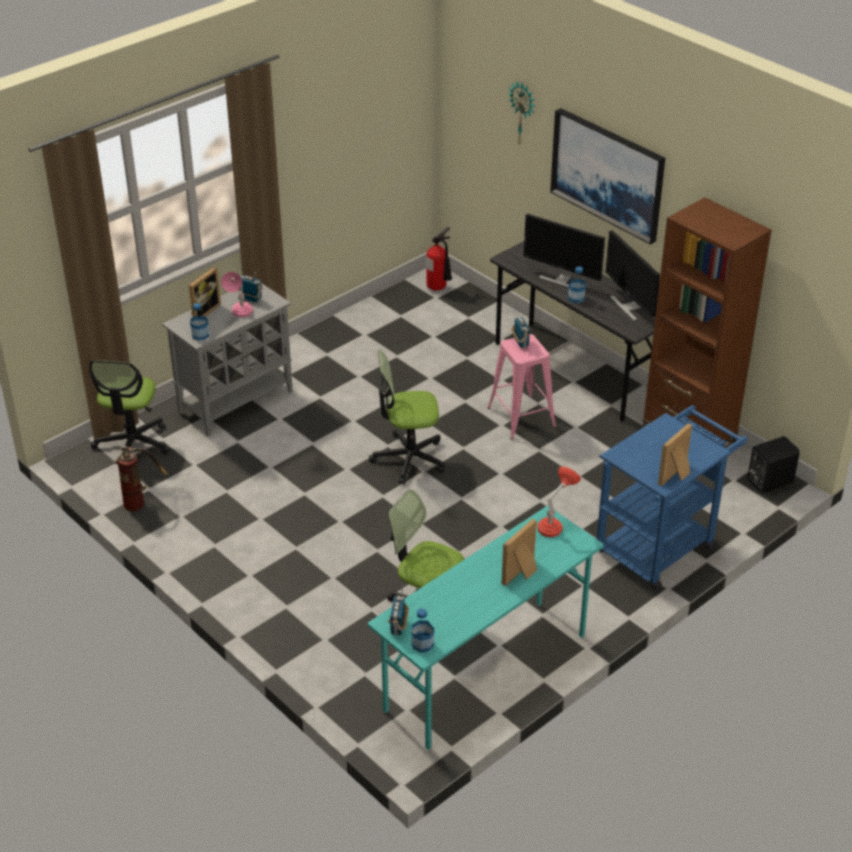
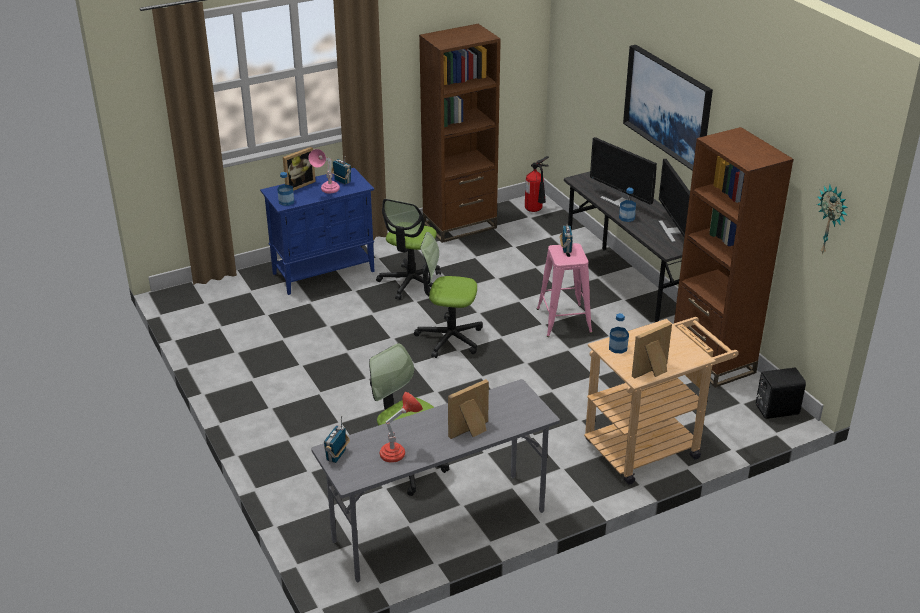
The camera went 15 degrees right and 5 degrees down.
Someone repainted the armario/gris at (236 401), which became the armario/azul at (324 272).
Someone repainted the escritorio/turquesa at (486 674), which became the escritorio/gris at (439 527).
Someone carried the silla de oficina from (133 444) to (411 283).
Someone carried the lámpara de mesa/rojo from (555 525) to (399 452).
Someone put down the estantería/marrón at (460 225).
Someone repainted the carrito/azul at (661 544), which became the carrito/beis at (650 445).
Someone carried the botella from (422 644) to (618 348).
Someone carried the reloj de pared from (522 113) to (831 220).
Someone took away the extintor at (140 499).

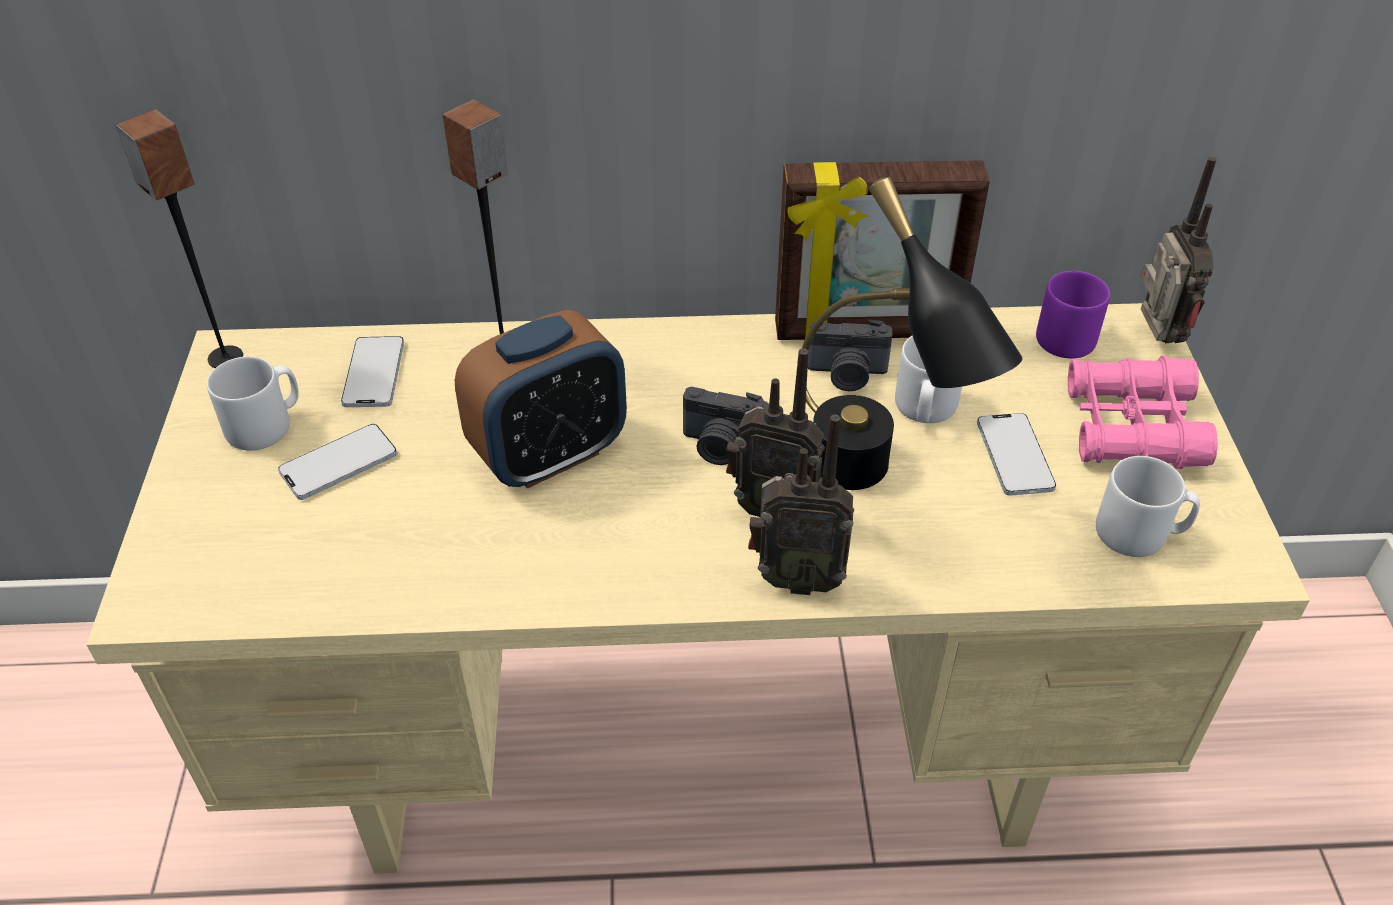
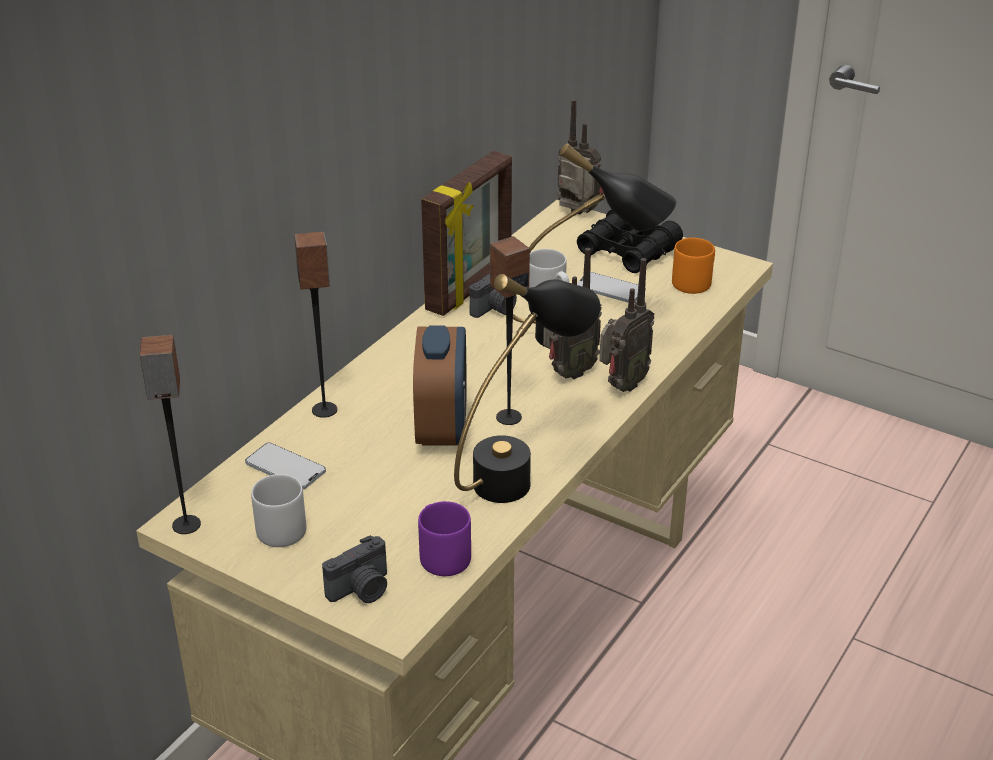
The camera went 55 degrees left and 10 degrees down.
Someone carried the cámara from (721 446) to (362 590).
Someone carried the taza grande/morado from (1068 335) to (442 555).
Someone put down the lámpara de mesa/negro at (522 471).
Someone put down the altavoz at (508 417).
Someone repainted the prismáticos/rosa at (1132 427), which became the prismáticos/negro at (628 251).
Someone repainted the taza grande/gris at (1140 534), which became the taza grande/naranja at (695 282).
Someone took away the móvil at (338 463).

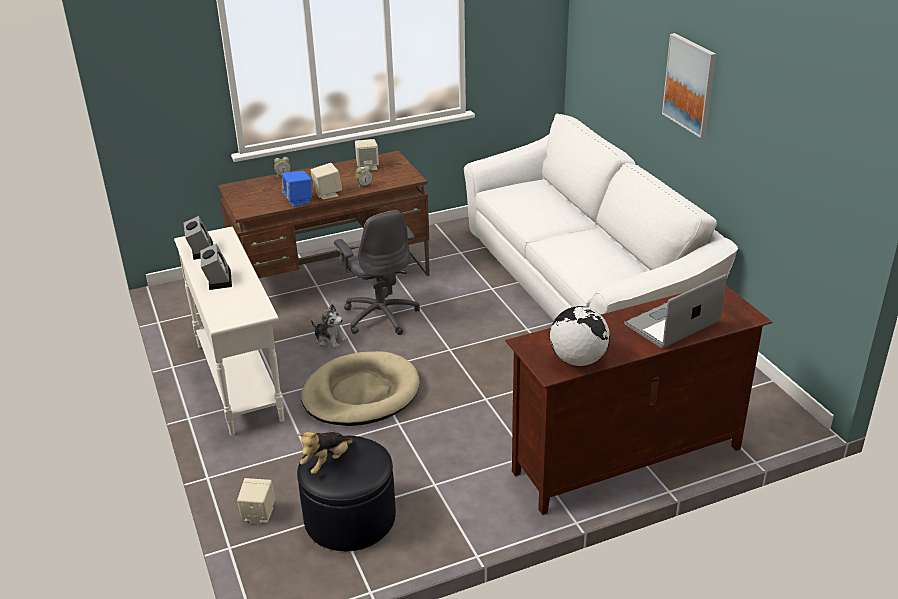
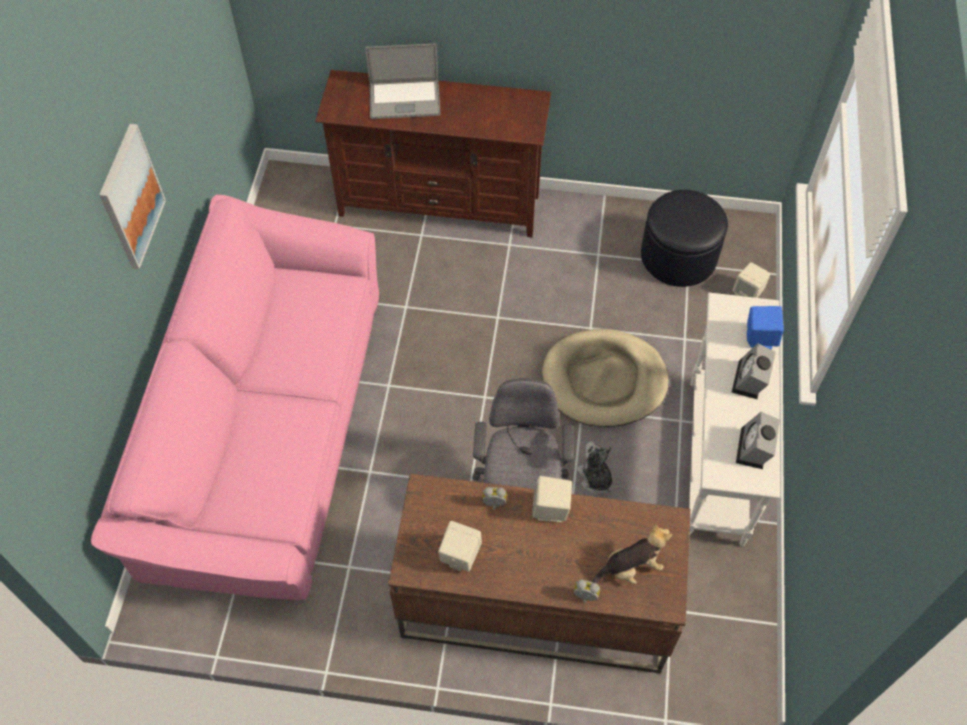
The camera went 150 degrees left and 25 degrees up.
Someone repainted the sofá/blanco at (581 281), which became the sofá/rosa at (267 429).
Someone carried the peluche from (327 462) to (631 568).
Someone carried the altavoz/azul from (299 201) to (759 338).
Someone took away the globo terráqueo at (578 360).

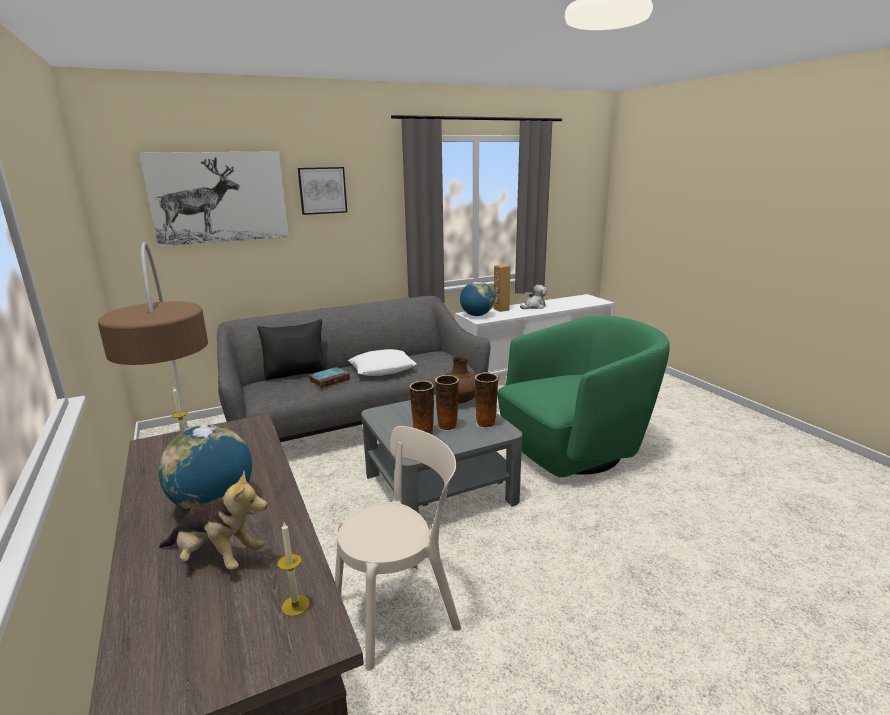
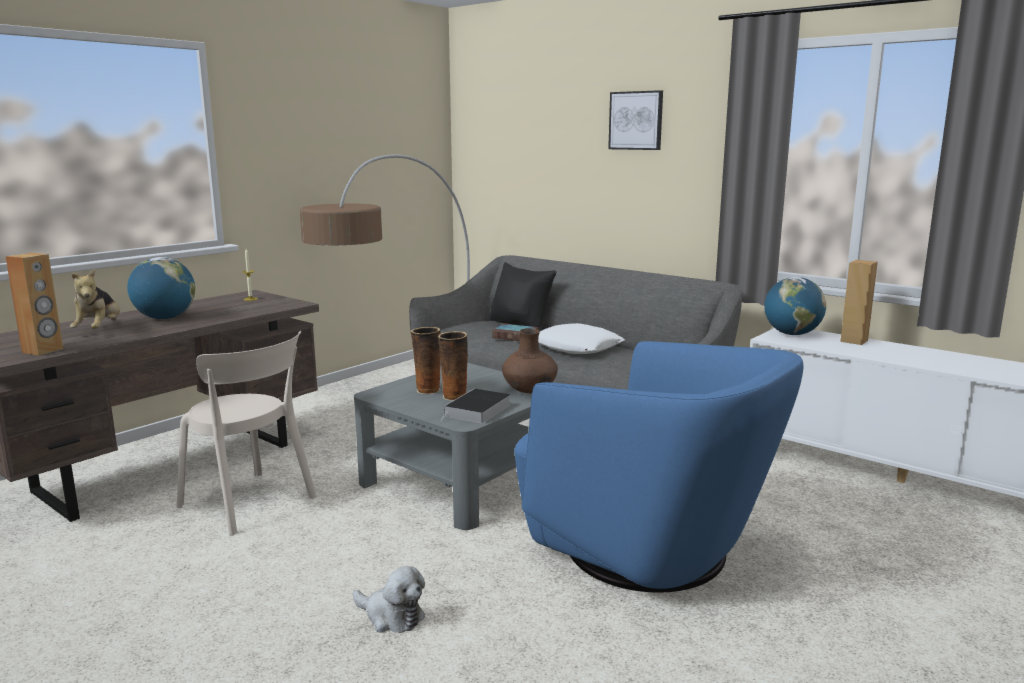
The camera went 65 degrees right and 5 degrees down.
Someone swapped the vela at (295 605) for the altavoz/marrón at (43 351).
Someone carried the peluche from (534 307) to (391 616).
Someone swapped the florero at (486 424) for the libro at (477 411).
Someone repainted the sillón/verde at (575 450), which became the sillón/azul at (648 551).
Someone took away the cuadro at (219 197).

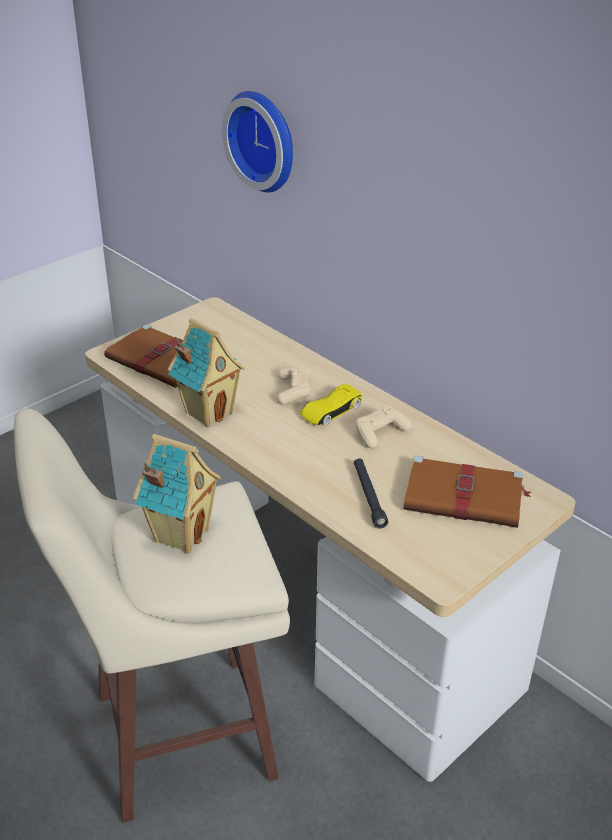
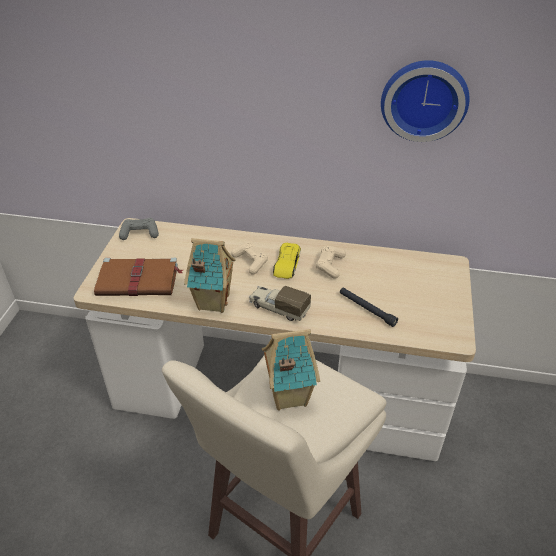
The camera went 35 degrees left and 5 degrees up.
Someone put down the mando de consola/gris at (139 233).
Someone put down the camión de juguete at (278 308).
Someone carried the reloj de pared from (264 140) to (424 99).
Someone took away the libro/marrón at (465 497).

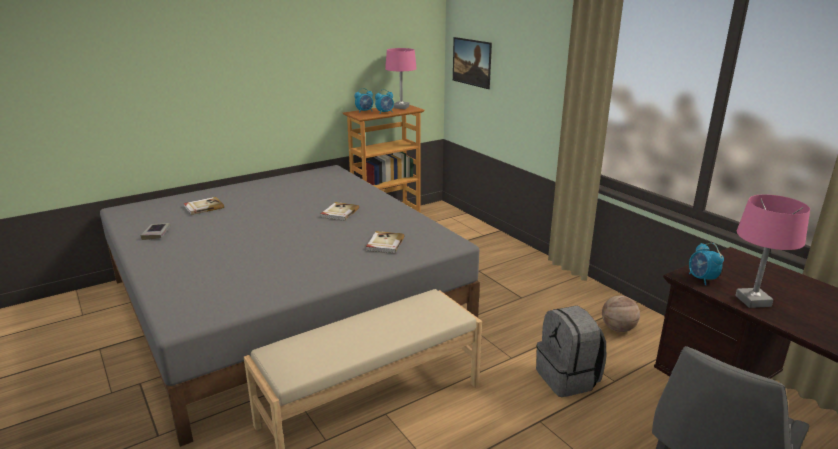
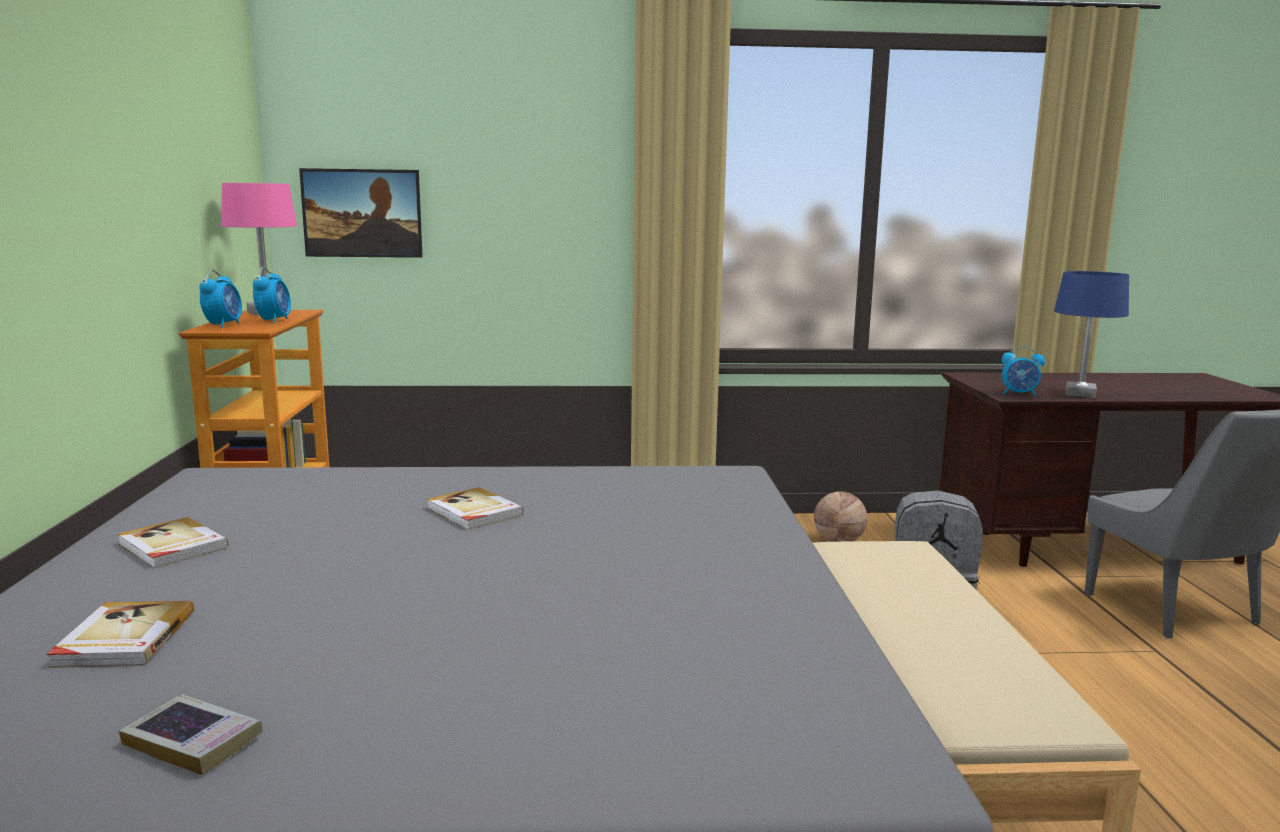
The camera went 60 degrees left and 10 degrees down.
Someone carried the libro from (384 244) to (172 546).
Someone repainted the lámpara de mesa/rosa at (752 301), which became the lámpara de mesa/azul at (1079 394).

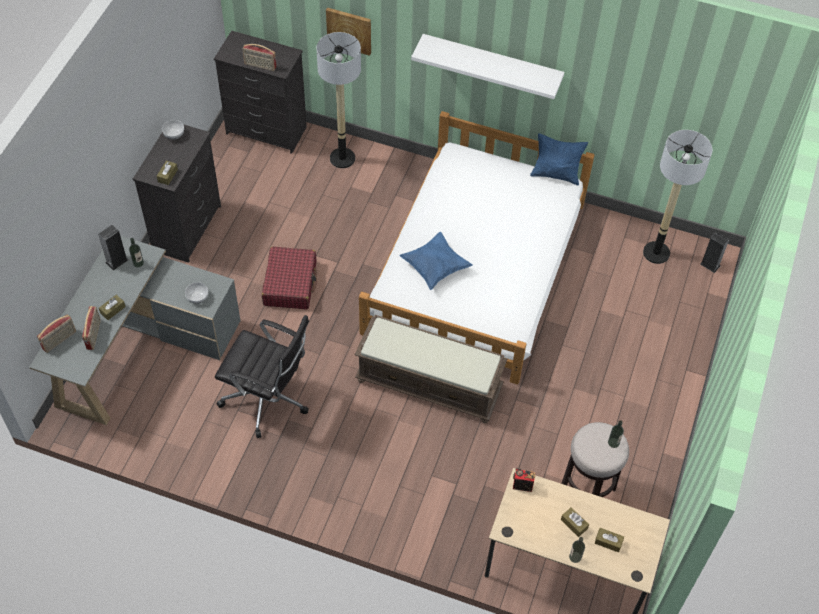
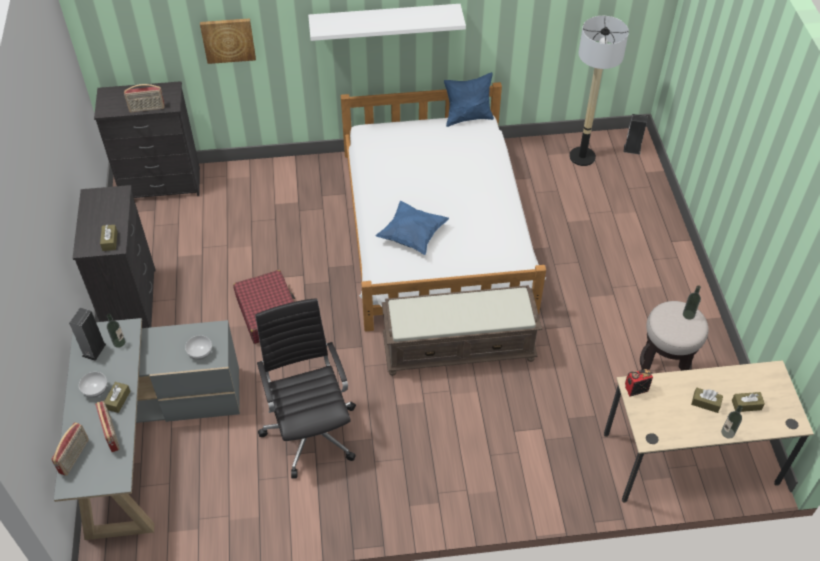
The camera went 25 degrees left and 5 degrees down.
Someone carried the cuenco from (174 134) to (96 389).
Someone rotated the silla de oficina/negro at (268 398) by 105 degrees counterclockwise.
Someone took away the lámpara de pie at (342 158).

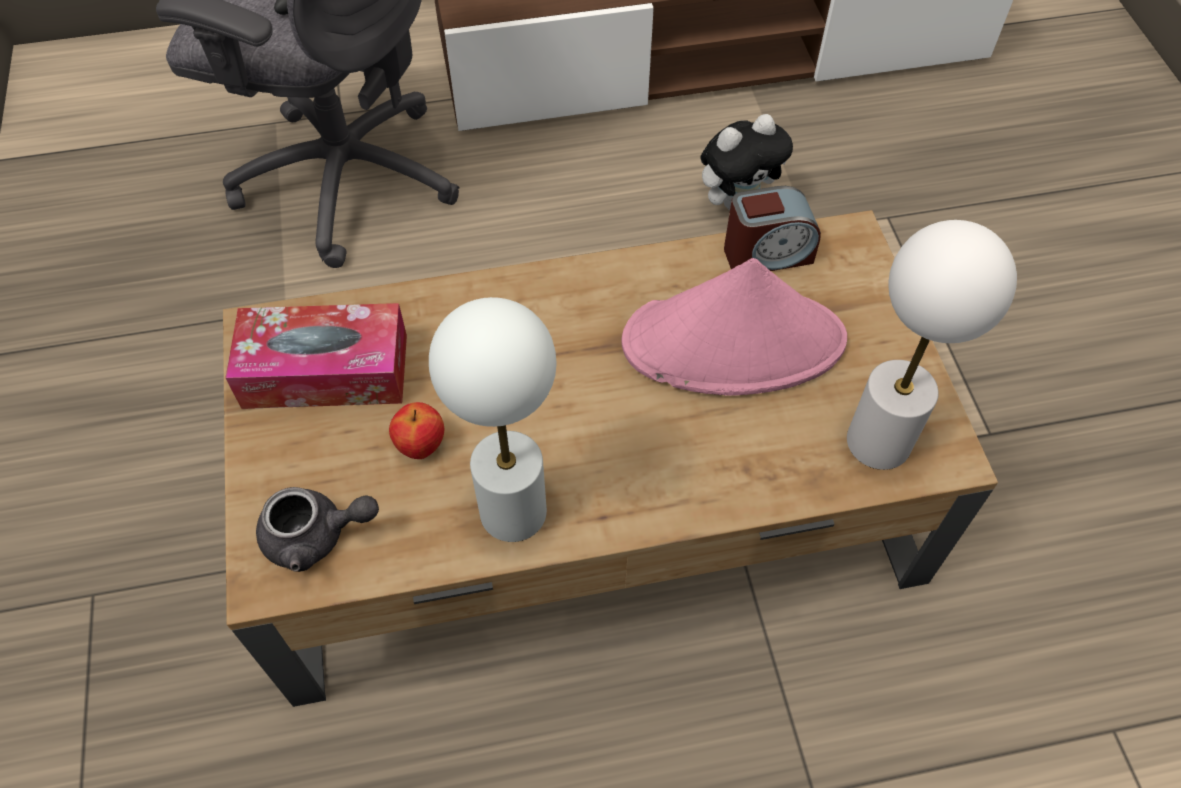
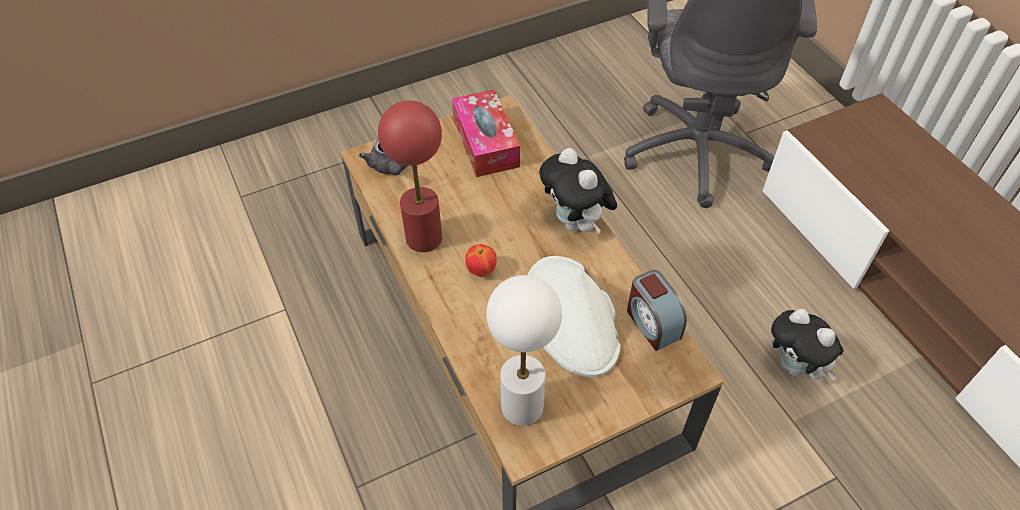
The camera went 75 degrees right and 5 degrees down.
Someone repainted the lámpara de mesa/blanco at (513 513), which became the lámpara de mesa/rojo at (423 238).
Someone carried the manzana from (421 446) to (481 271).
Someone repainted the sombrero/rosa at (734 342), which became the sombrero/blanco at (572 317).
Someone put down the peluche at (576 224).

